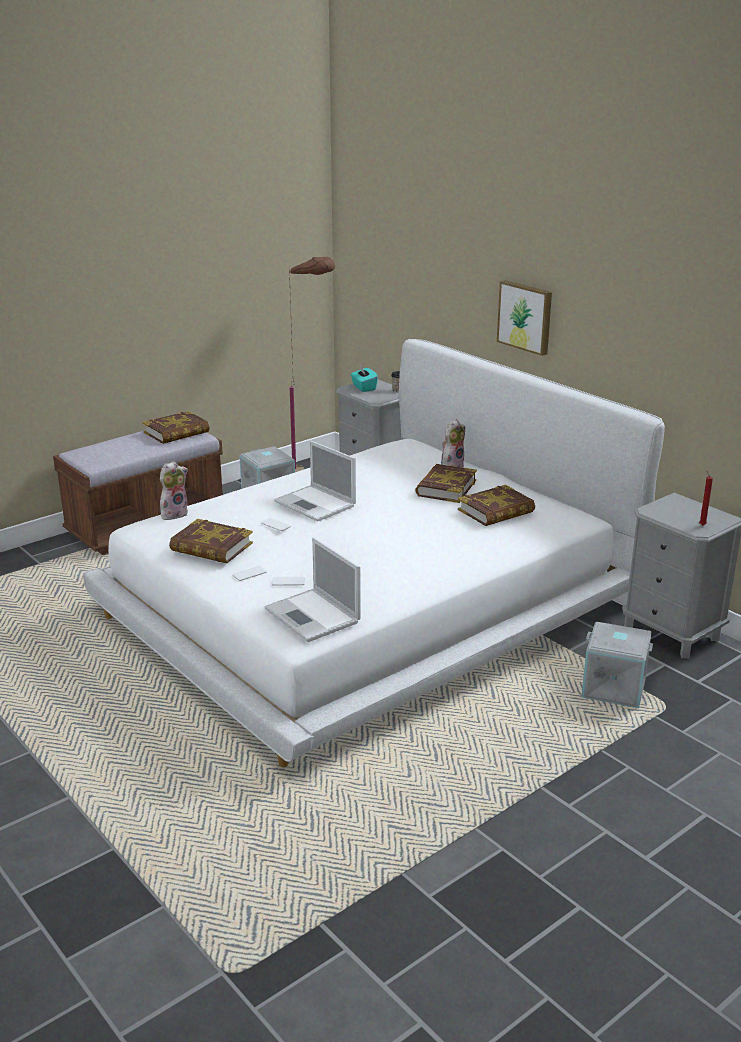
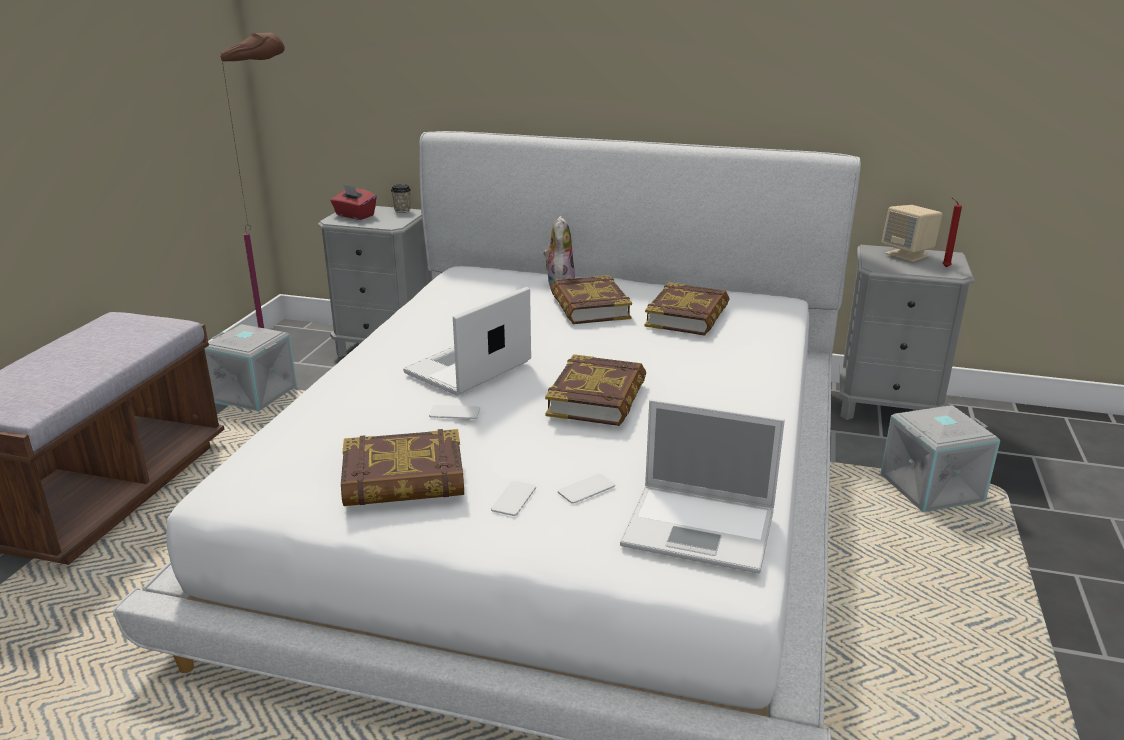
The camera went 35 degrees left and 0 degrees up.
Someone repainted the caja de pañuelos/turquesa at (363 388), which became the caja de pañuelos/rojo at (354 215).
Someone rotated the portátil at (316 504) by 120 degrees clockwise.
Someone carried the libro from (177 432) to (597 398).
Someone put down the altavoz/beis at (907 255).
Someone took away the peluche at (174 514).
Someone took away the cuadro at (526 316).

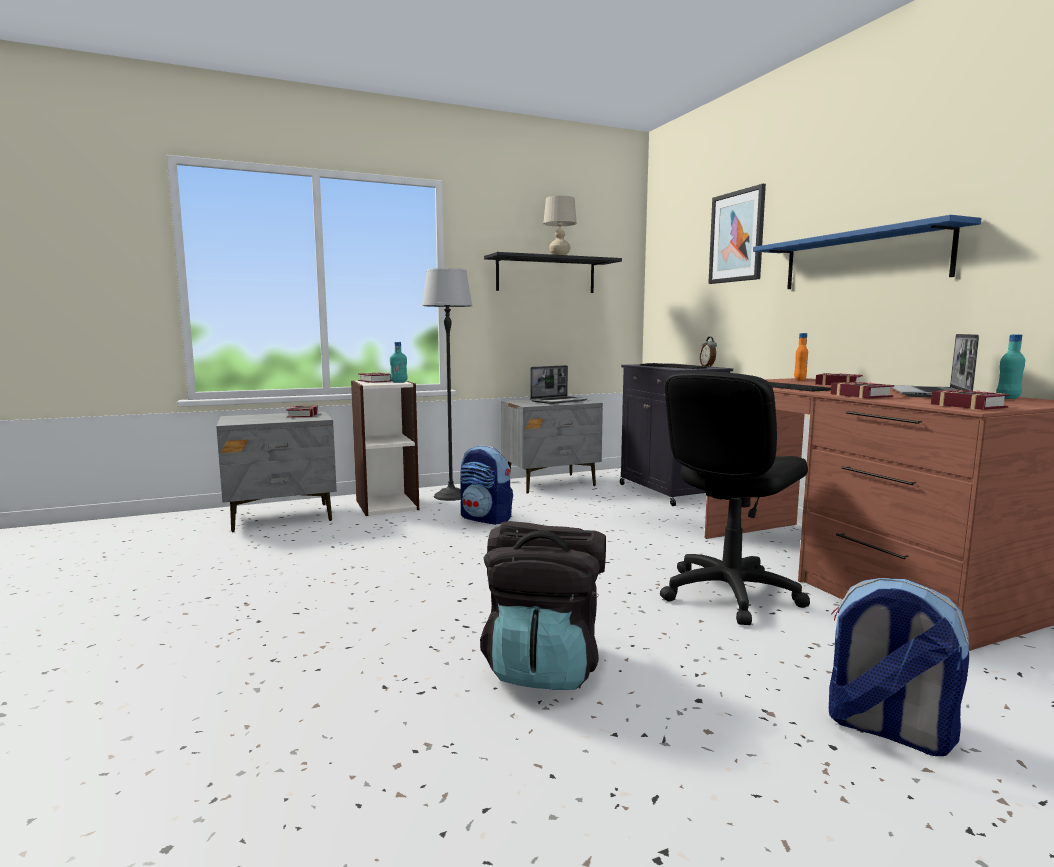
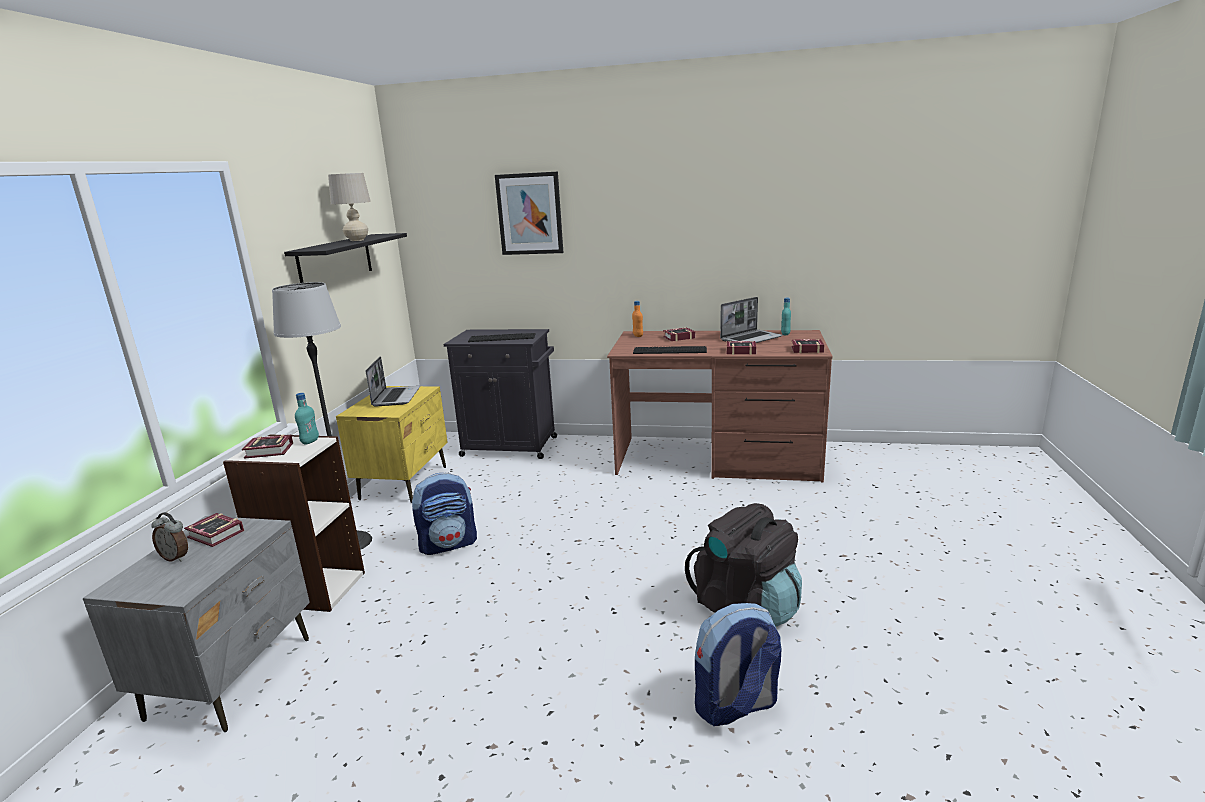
The camera went 55 degrees left and 10 degrees up.
Someone carried the despertador from (708 366) to (176 557).
Someone repainted the mesita de noche/gris at (551 483), which became the mesita de noche/amarillo at (405 482).
Someone carried the mochila from (886 729) to (735 706).
Someone rotated the portátil at (929 394) by 90 degrees counterclockwise.
Someone took away the silla de oficina/negro at (729 594).
Someone took away the estante/azul at (862 259).

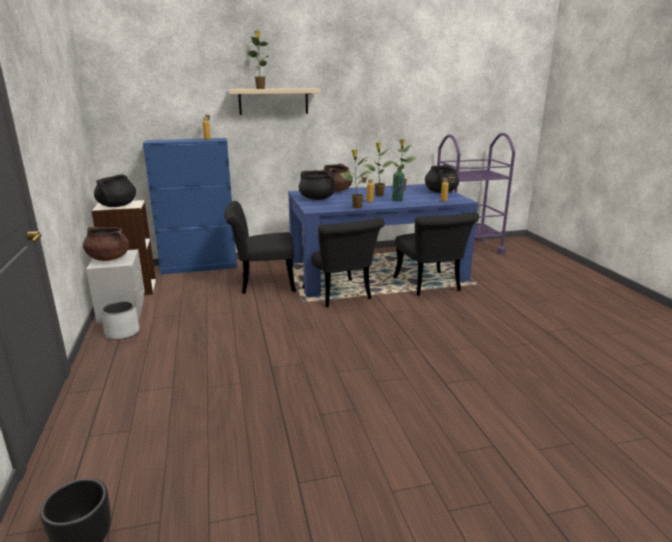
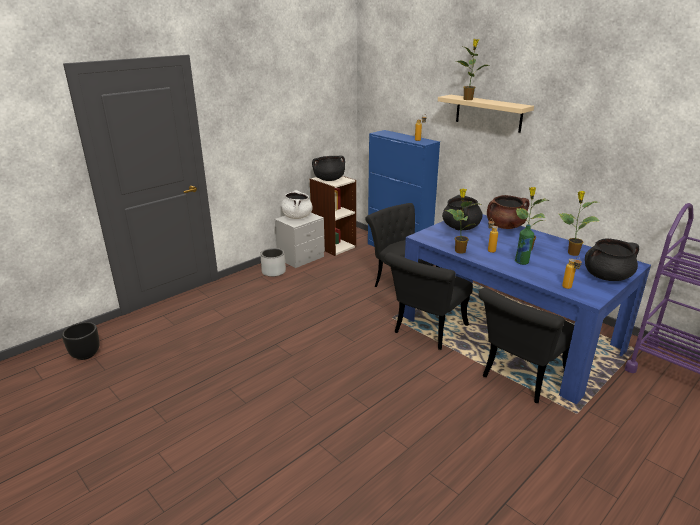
The camera went 60 degrees right and 5 degrees up.
Someone repainted the olla/marrón at (108 258), which became the olla/blanco at (297 217).

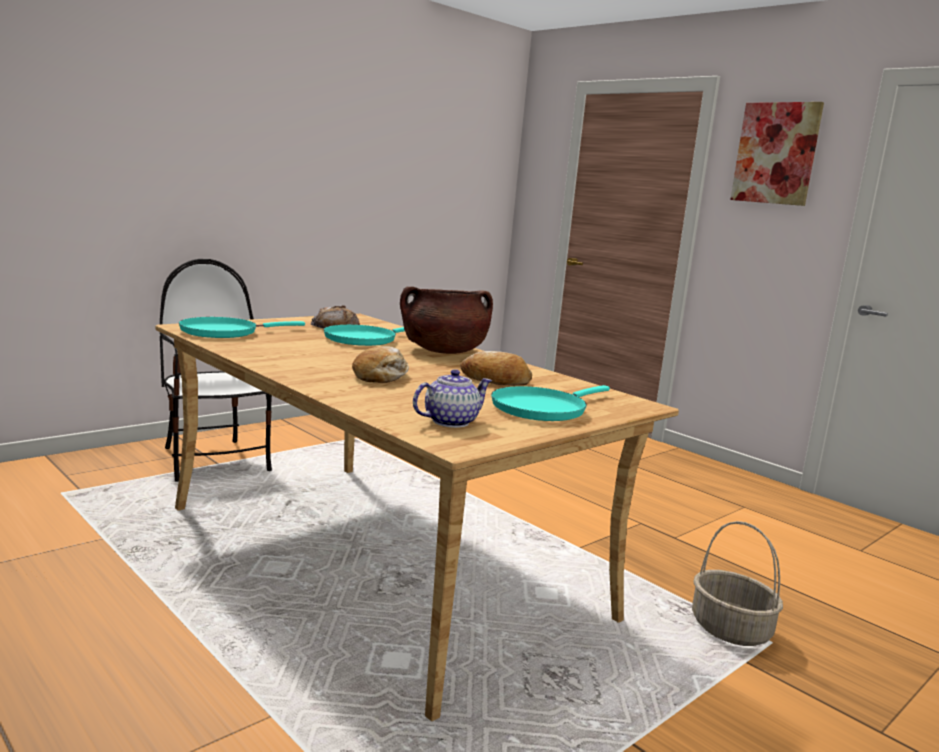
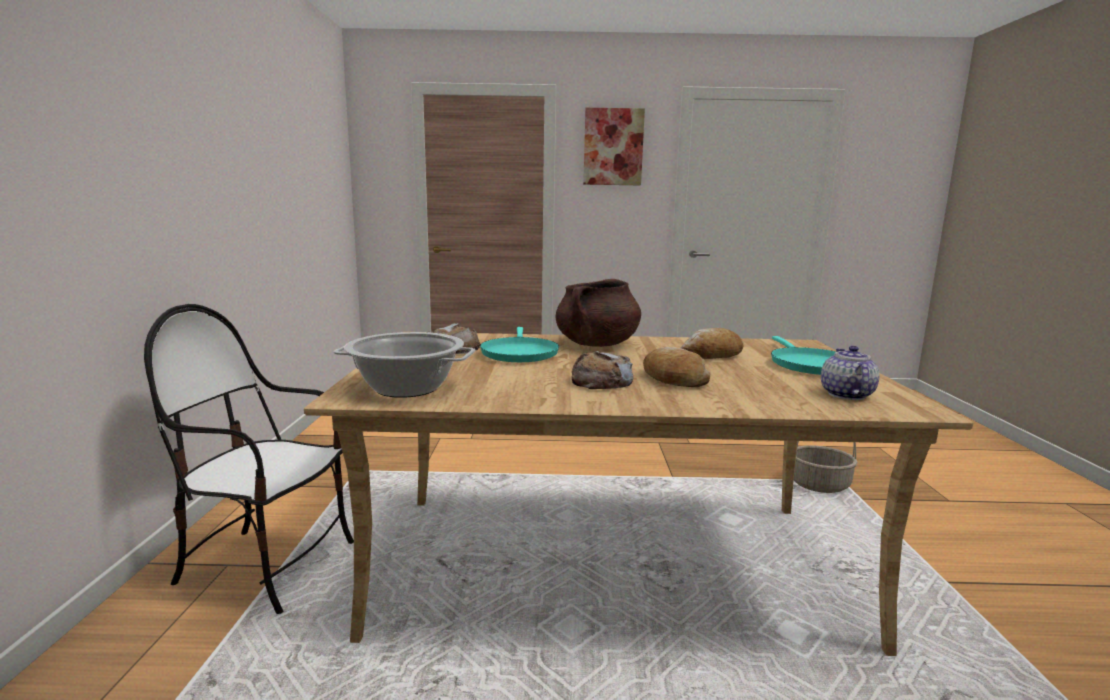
The camera went 45 degrees left and 0 degrees up.
Someone swapped the sartén/turquesa at (224 332) for the olla at (406 388).
Someone put down the pan at (601 381).

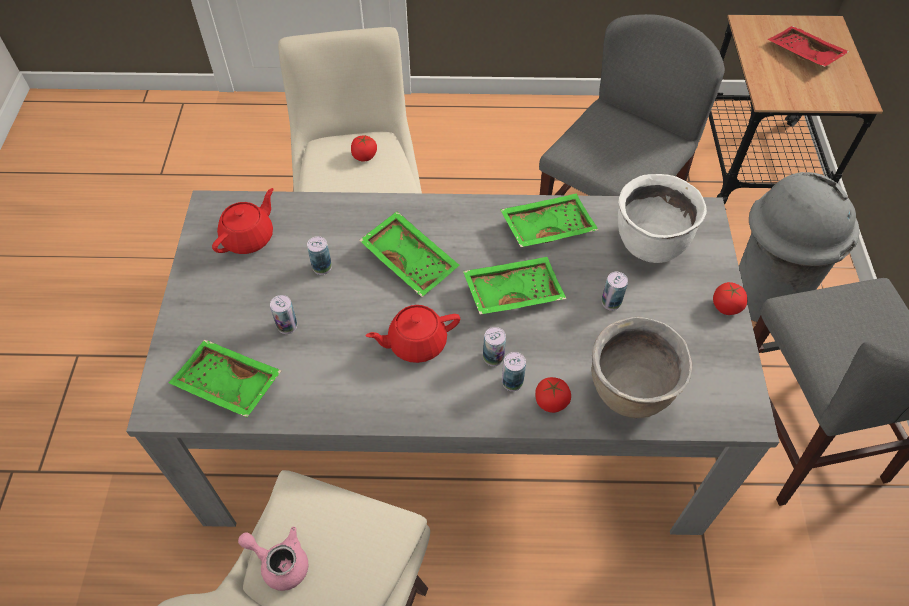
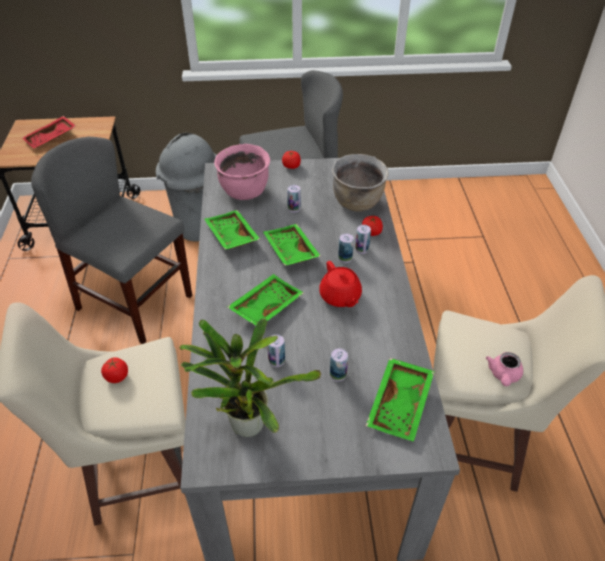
The camera went 95 degrees left and 10 degrees down.
Someone swapped the tetera/rojo at (249 237) for the planta en maceta at (245 421).
Someone repainted the olla/blanco at (649 243), which became the olla/rosa at (245 192).

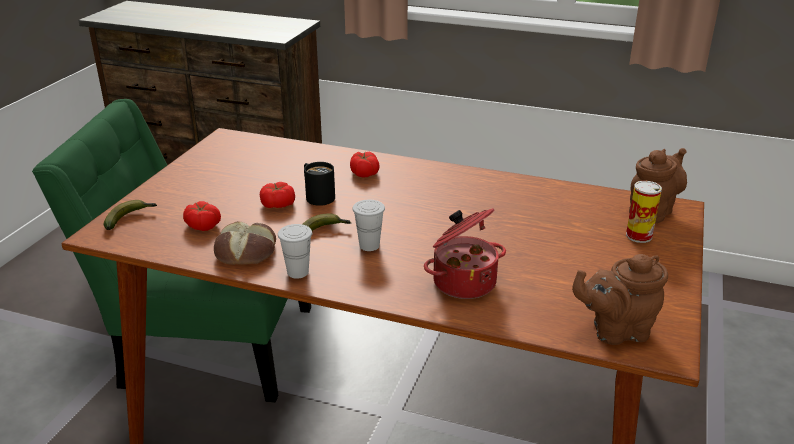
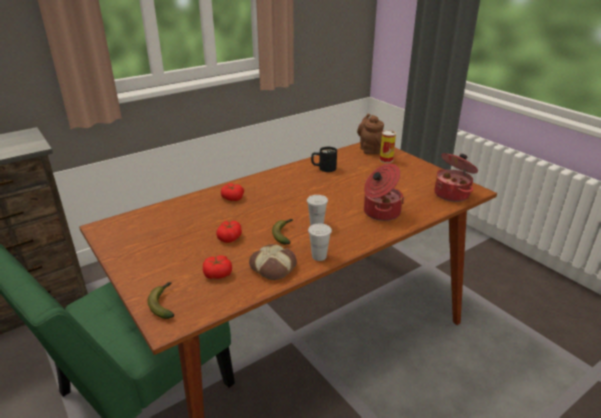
The camera went 55 degrees left and 0 degrees up.
Someone carried the taza grande/negro from (317 196) to (323 168).
Someone swapped the tetera/marrón at (615 331) for the olla at (452 194).

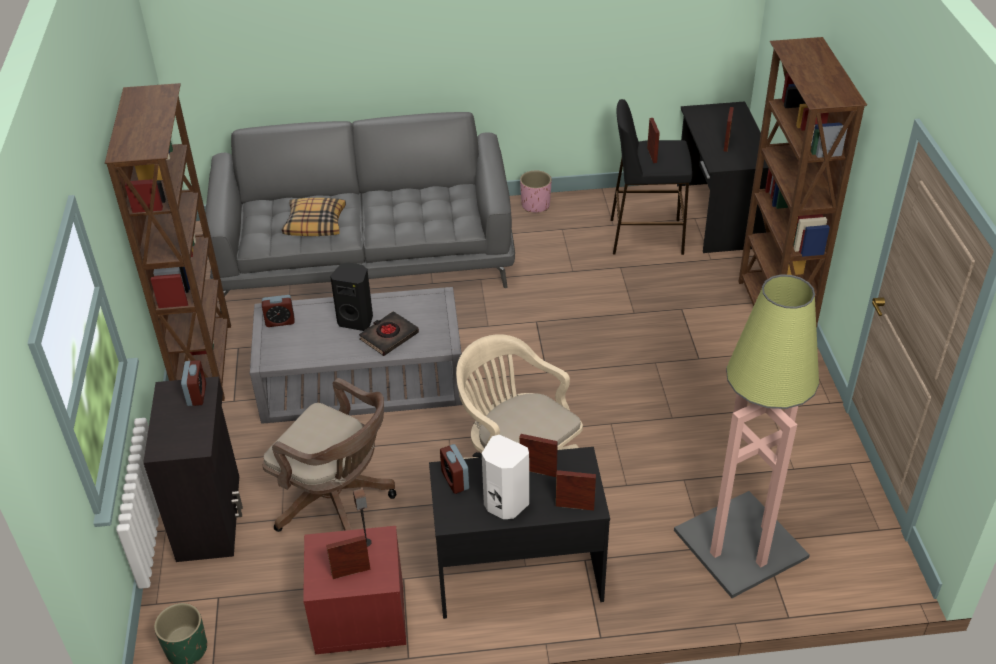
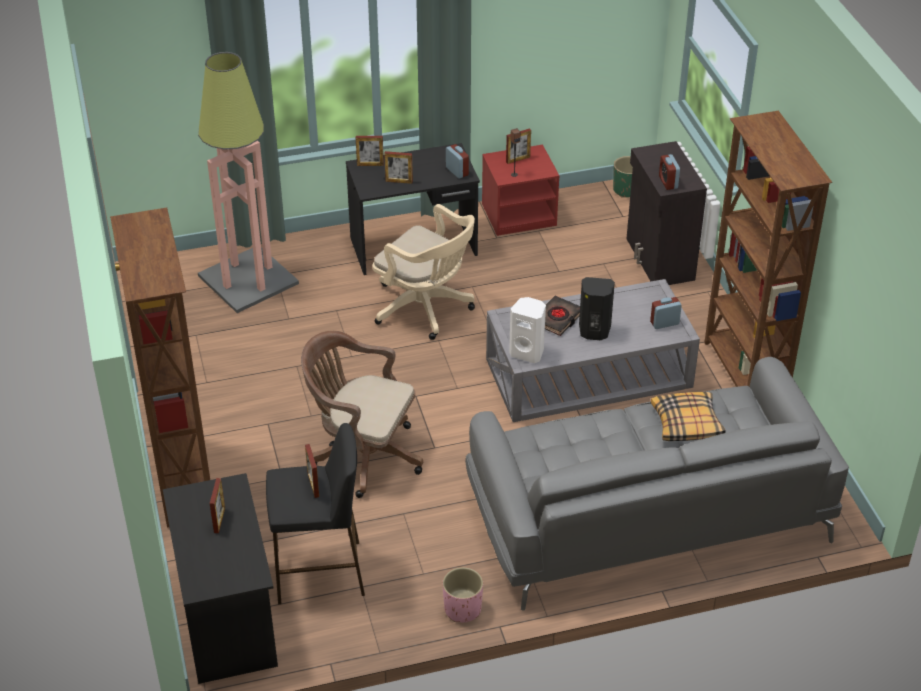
The camera went 170 degrees right and 0 degrees up.
Someone carried the silla de oficina/marrón from (337 502) to (362 454).
Someone carried the altavoz/blanco from (504 504) to (527 352).

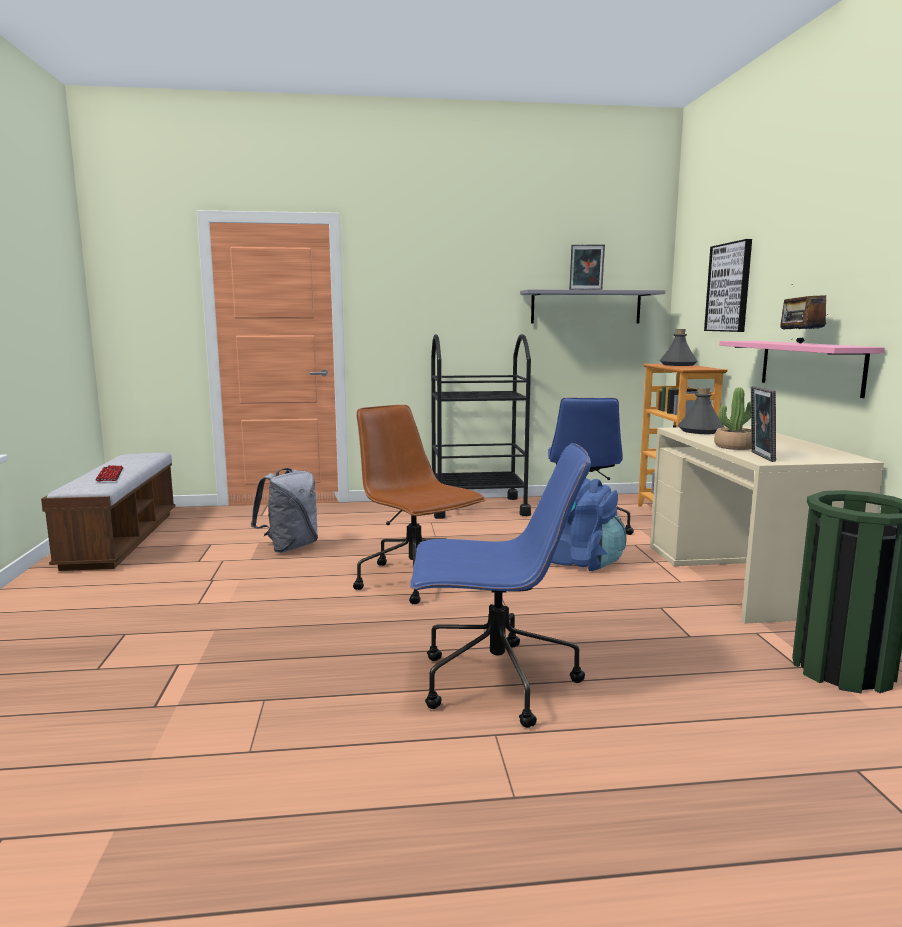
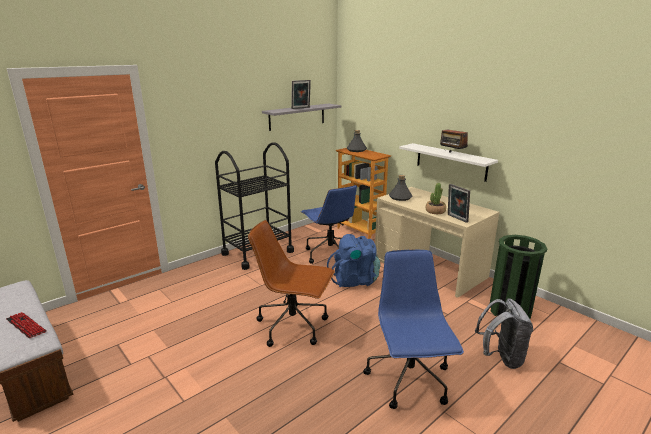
The camera went 35 degrees left and 10 degrees up.
Someone rotated the silla de oficina/azul at (494 682) by 60 degrees counterclockwise.
Someone repainted the estante/rosa at (810 366), which became the estante/blanco at (451 162).
Someone carried the mochila/gris from (290 547) to (501 357).
Someone took away the cuadro at (729 287).

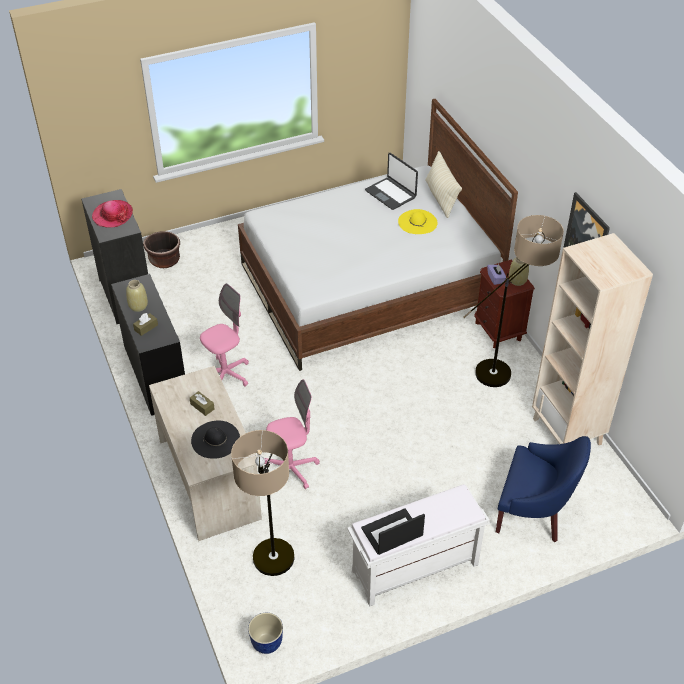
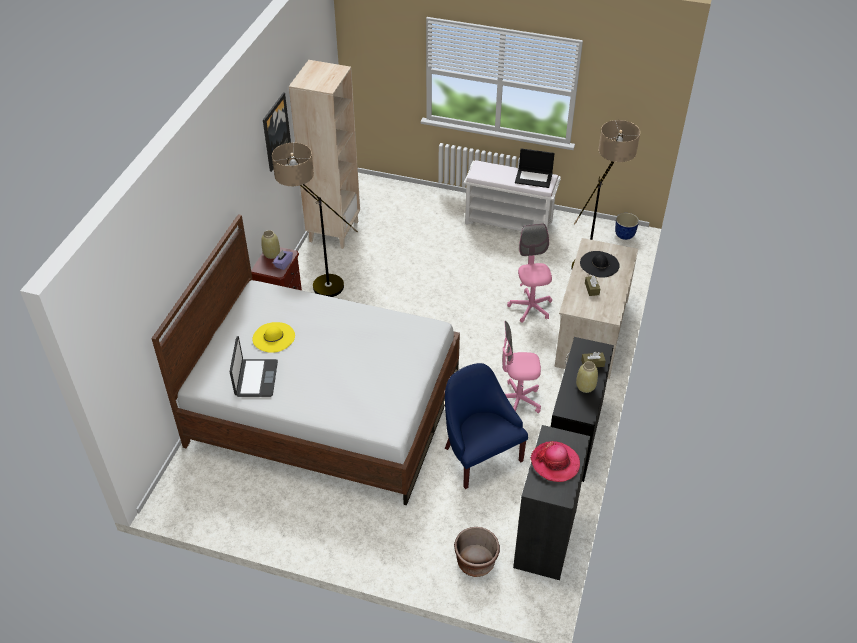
The camera went 140 degrees left and 0 degrees up.
Someone carried the sillón/azul from (534 512) to (479 455).
Someone rotated the silla de oficina/rosa at (291 470) by 60 degrees clockwise.
Someone took away the cojín/beis at (441 198).

